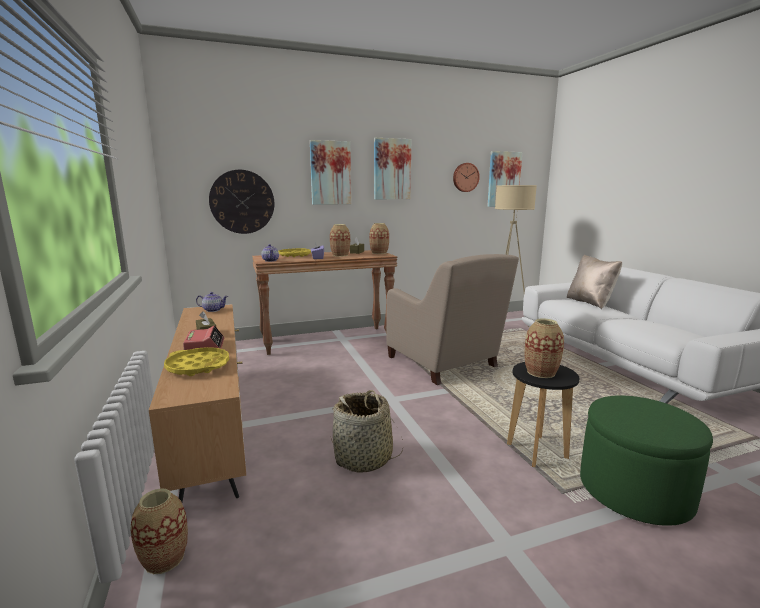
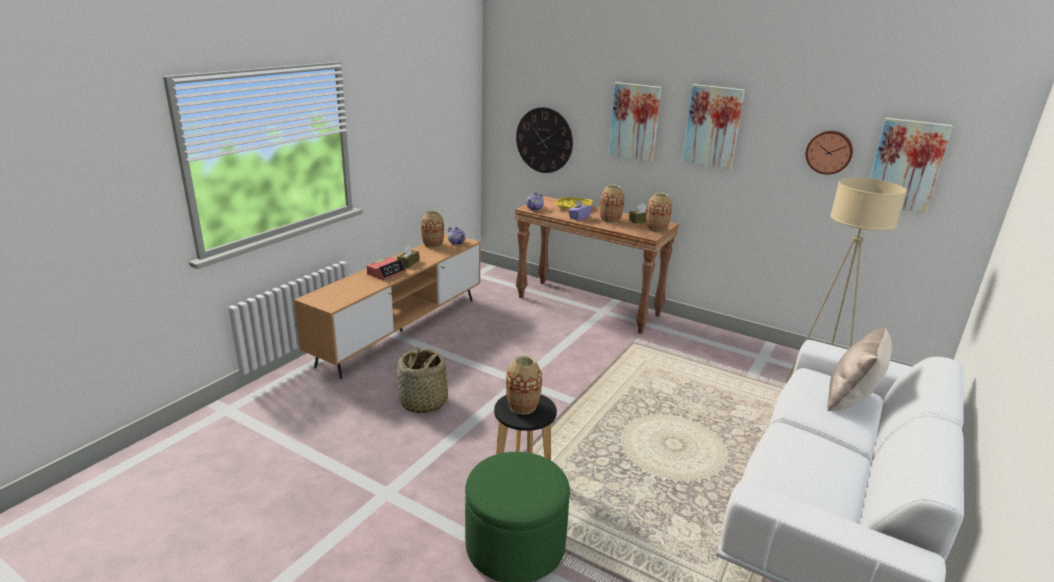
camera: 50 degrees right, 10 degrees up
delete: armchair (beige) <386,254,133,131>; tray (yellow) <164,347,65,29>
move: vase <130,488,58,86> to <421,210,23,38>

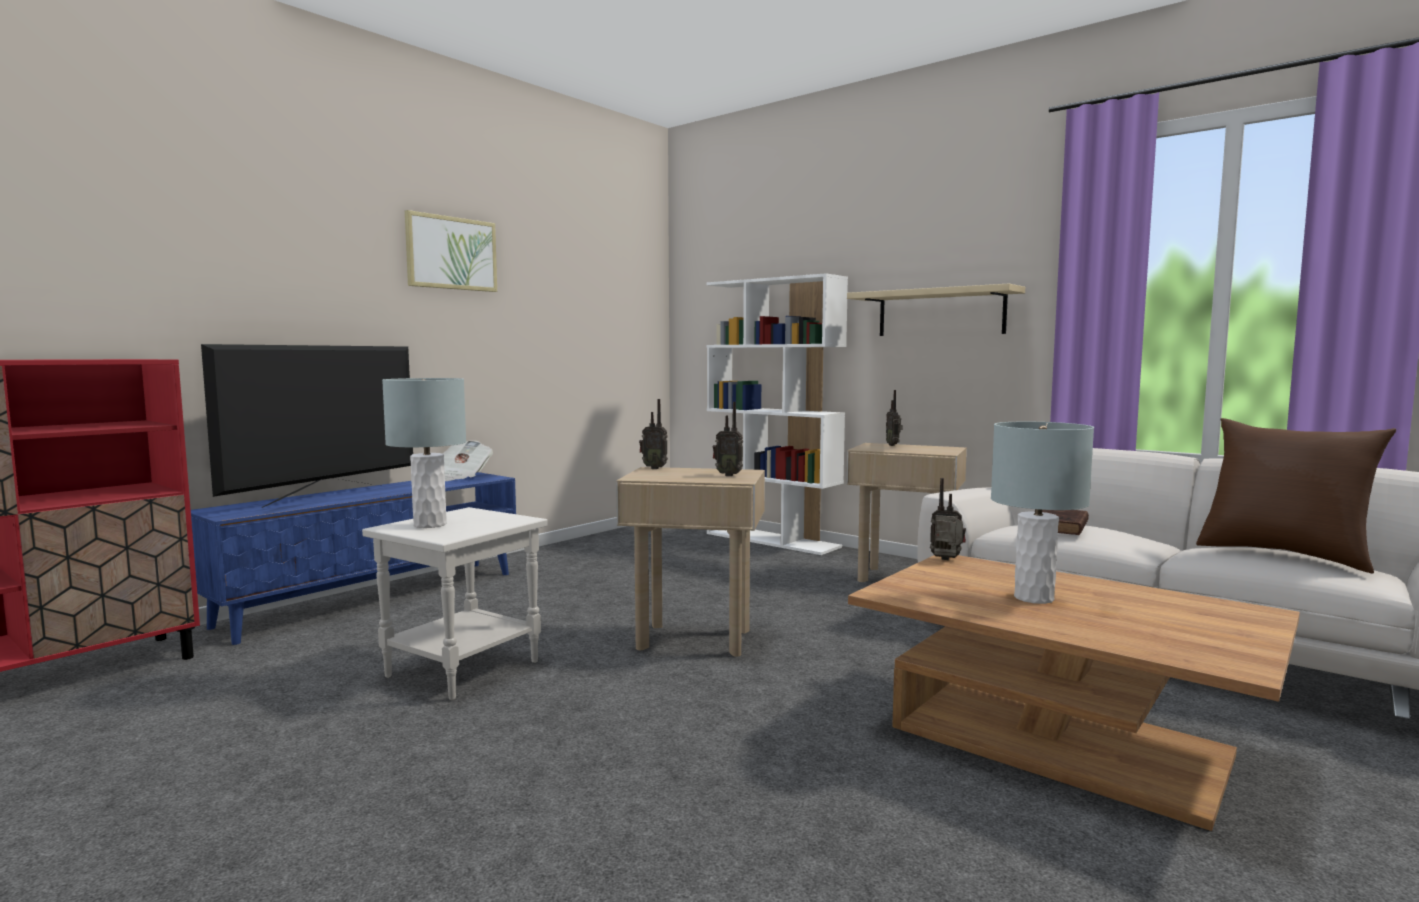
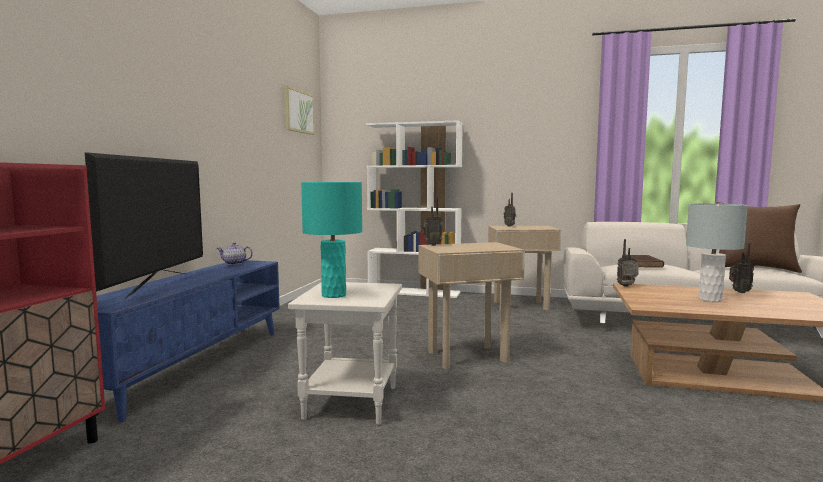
camera: 25 degrees left, 0 degrees up
delete: shelf (beige) <847,284,178,52>
move: picture <405,210,92,82> to <284,85,31,50>; radio <713,402,30,74> to <729,243,25,50>
replace: newspaper <443,440,50,41> to teapot <217,242,36,23>
recolor: table lamp (grey) <382,378,84,150> to table lamp (turquoise) <301,182,61,116>

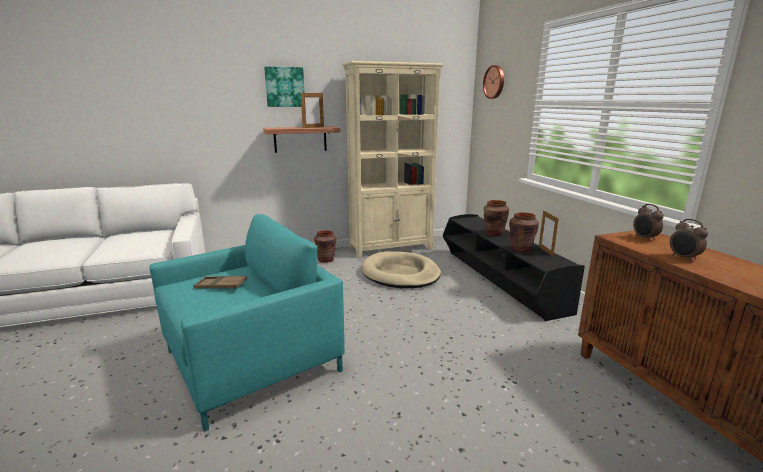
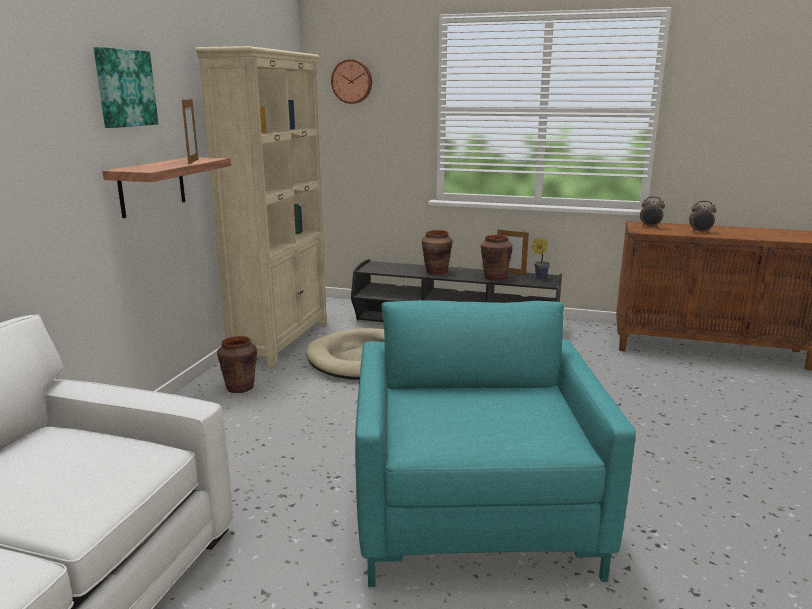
camera: 55 degrees left, 0 degrees up
delete: tray (brown) <193,276,54,13>
insert: potted plant <532,237,18,43>

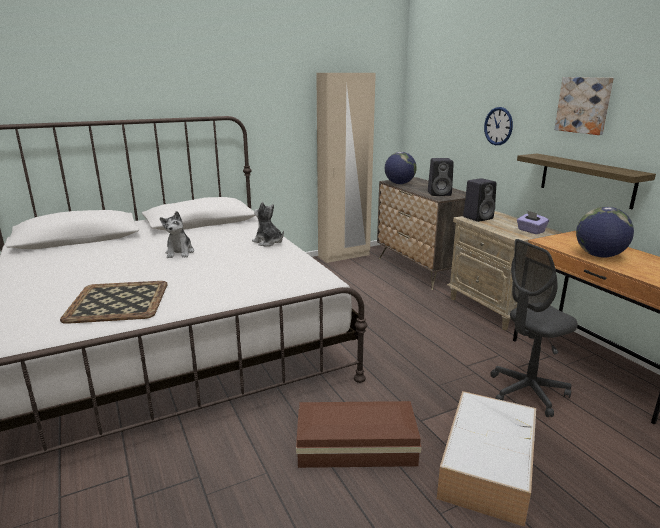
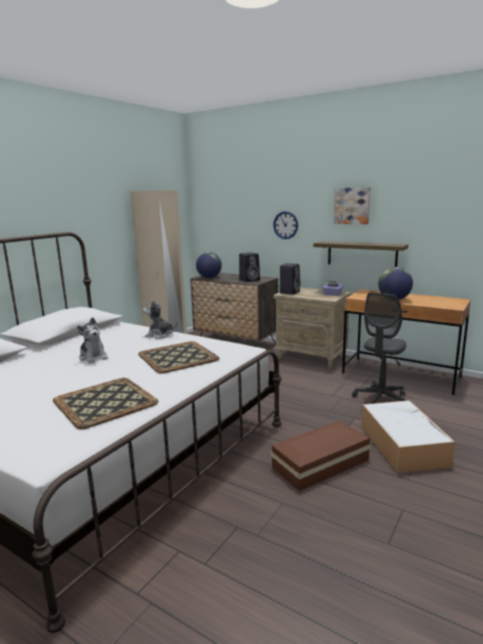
camera: 30 degrees left, 5 degrees down
insert: tray <138,341,82,33>

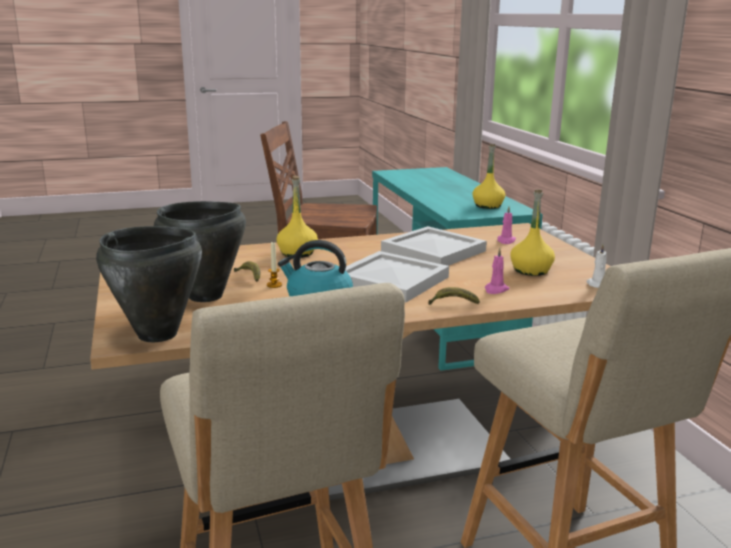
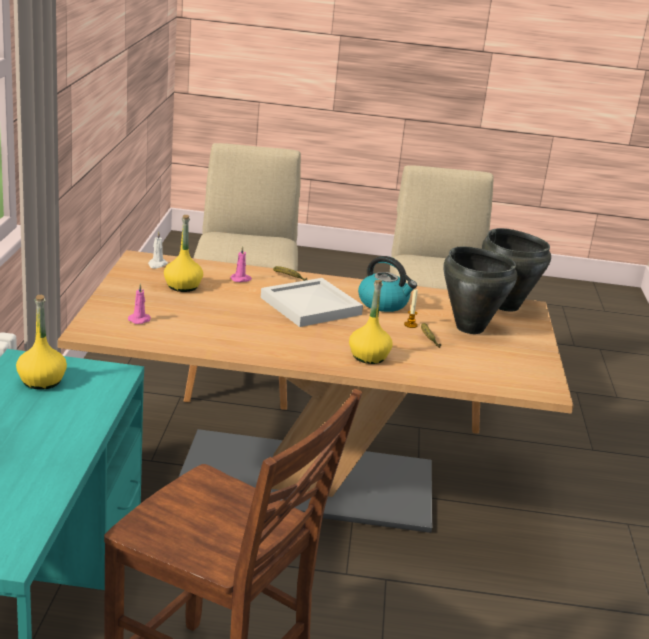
camera: 160 degrees left, 5 degrees up
delete: tray (white) <381,226,106,40>

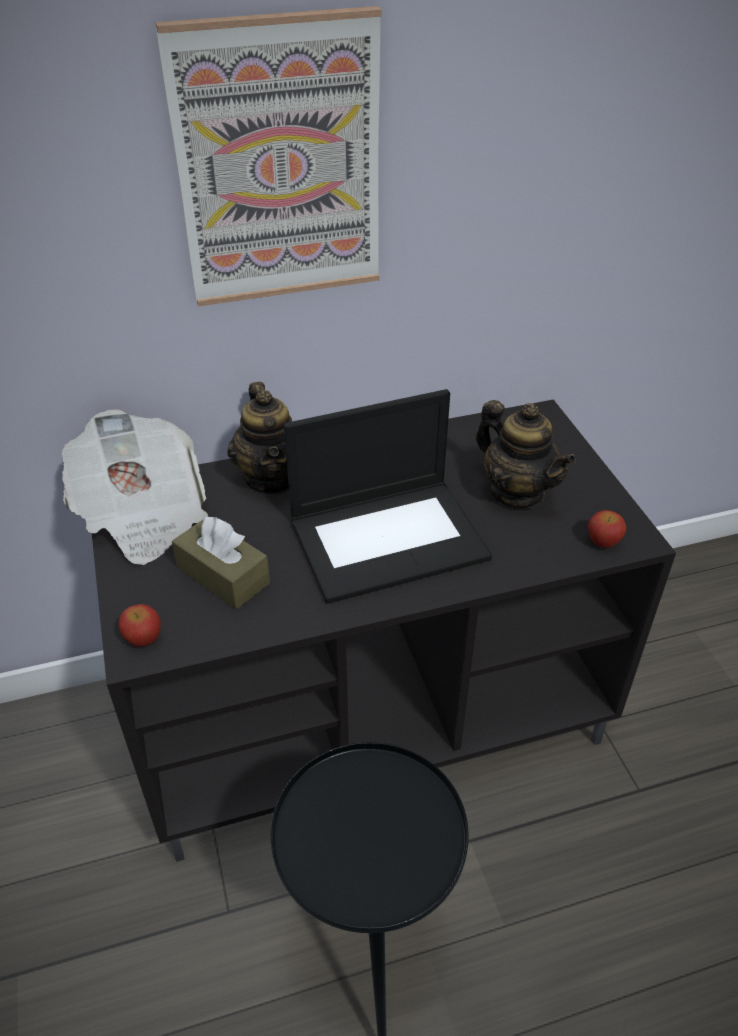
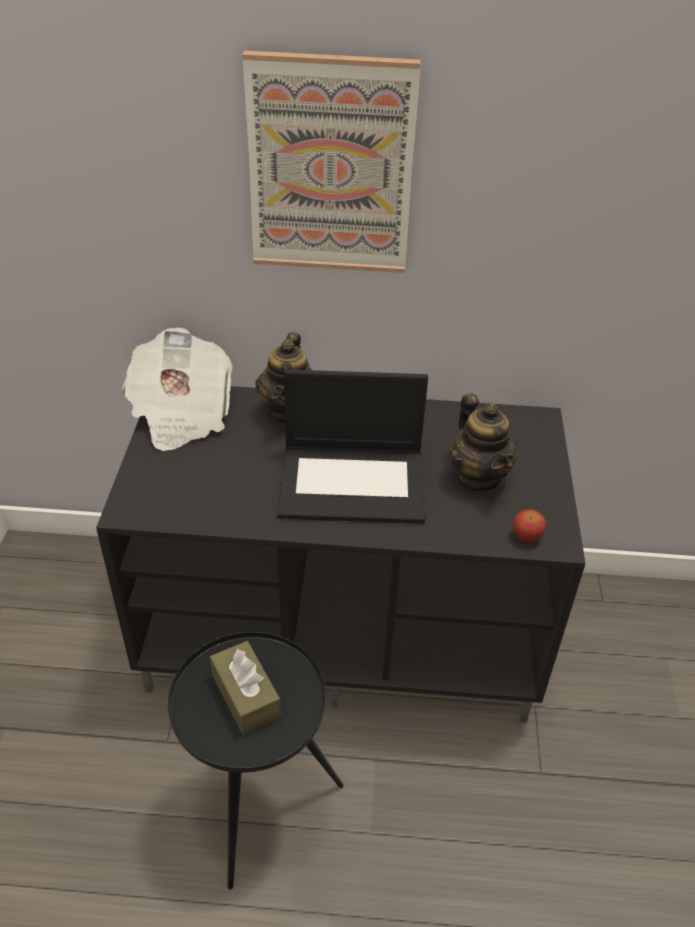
camera: 20 degrees right, 0 degrees up
delete: apple <118,604,43,43>
move: tissue box (brown) <172,517,98,92> to <210,641,71,94>

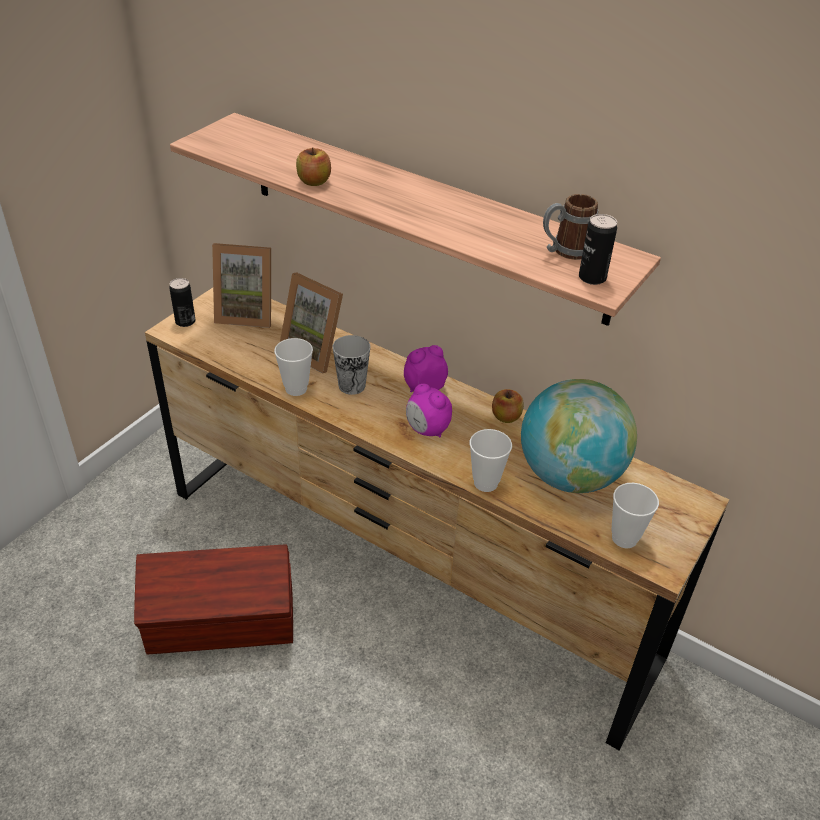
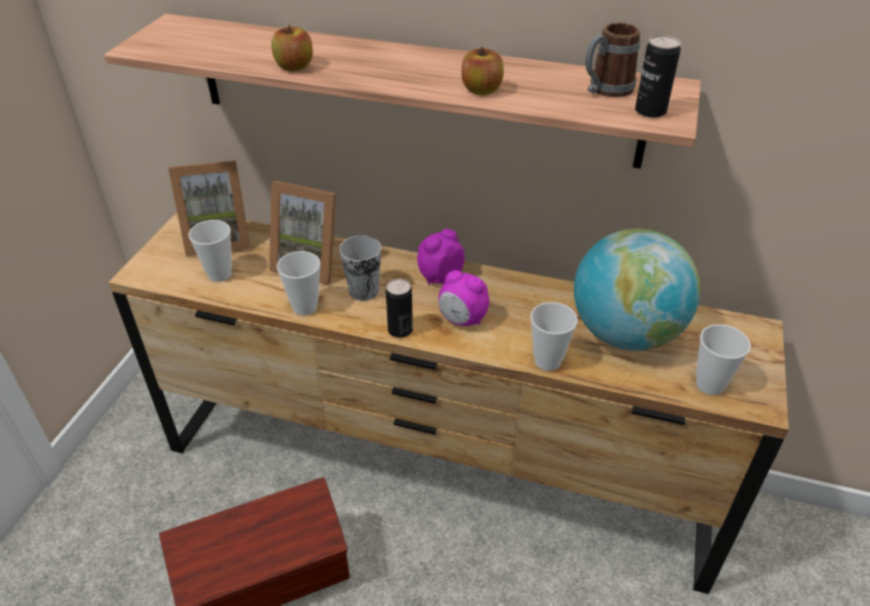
camera: 15 degrees left, 0 degrees up
insert: cup <188,220,44,62>
move: can <169,278,27,49> to <386,279,27,59>; apple <492,389,32,34> to <462,46,42,49>

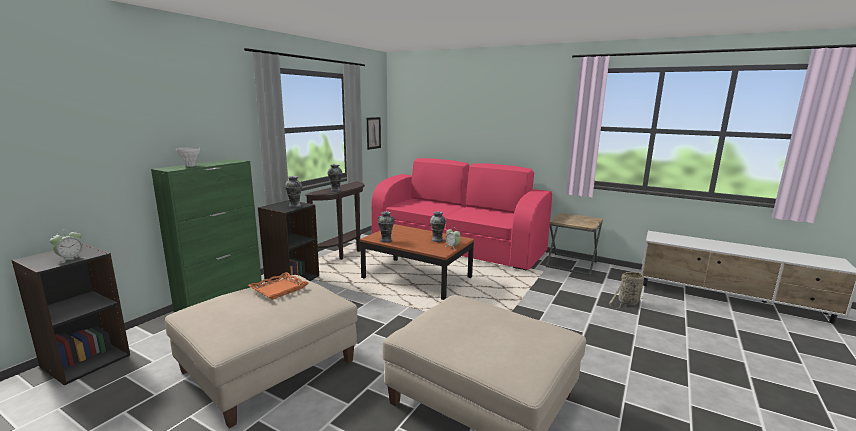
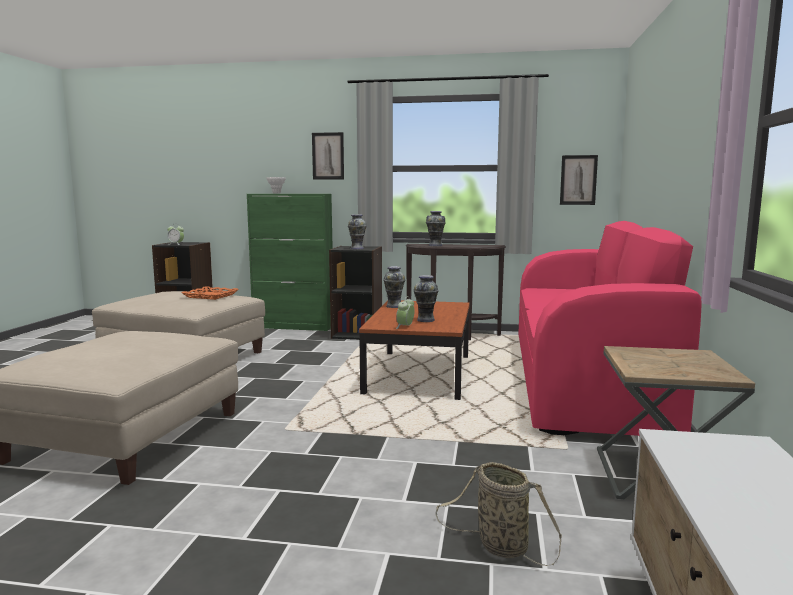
camera: 70 degrees right, 5 degrees down
insert: picture <312,132,32,48>

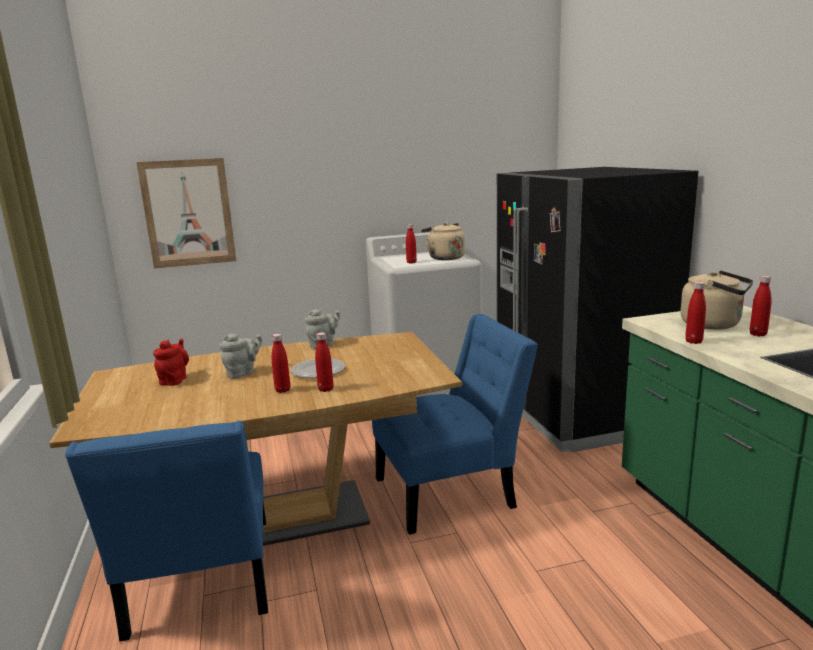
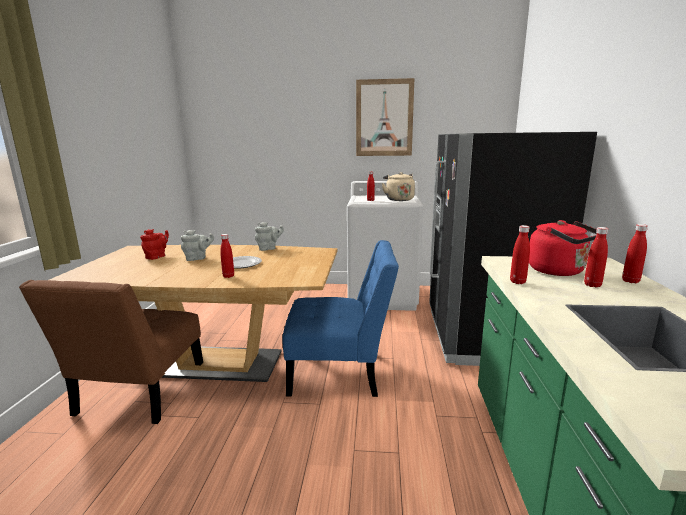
camera: 20 degrees right, 0 degrees up
move: picture <136,158,100,110> to <356,78,58,78>; bottle (red) <272,334,18,59> to <622,224,26,59>
recolor: kettle (beige) <680,271,73,59> to kettle (red) <529,220,68,56>; chair (blue) <65,421,203,221> to chair (brown) <19,280,184,144>

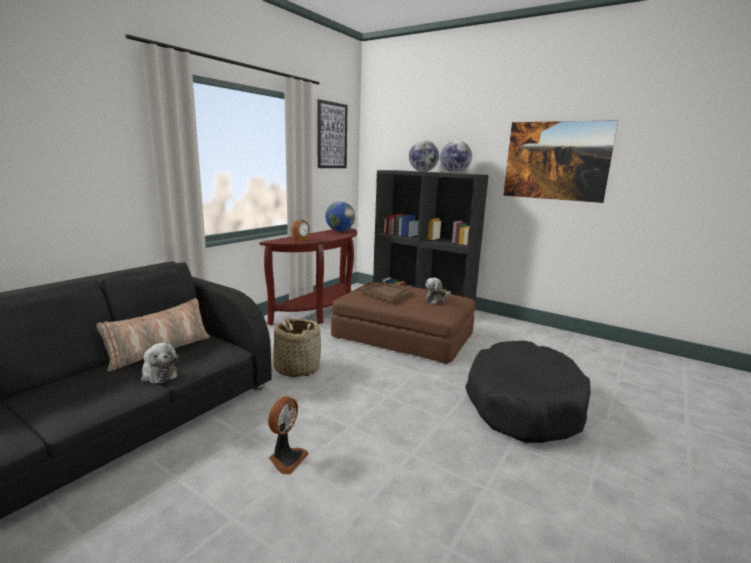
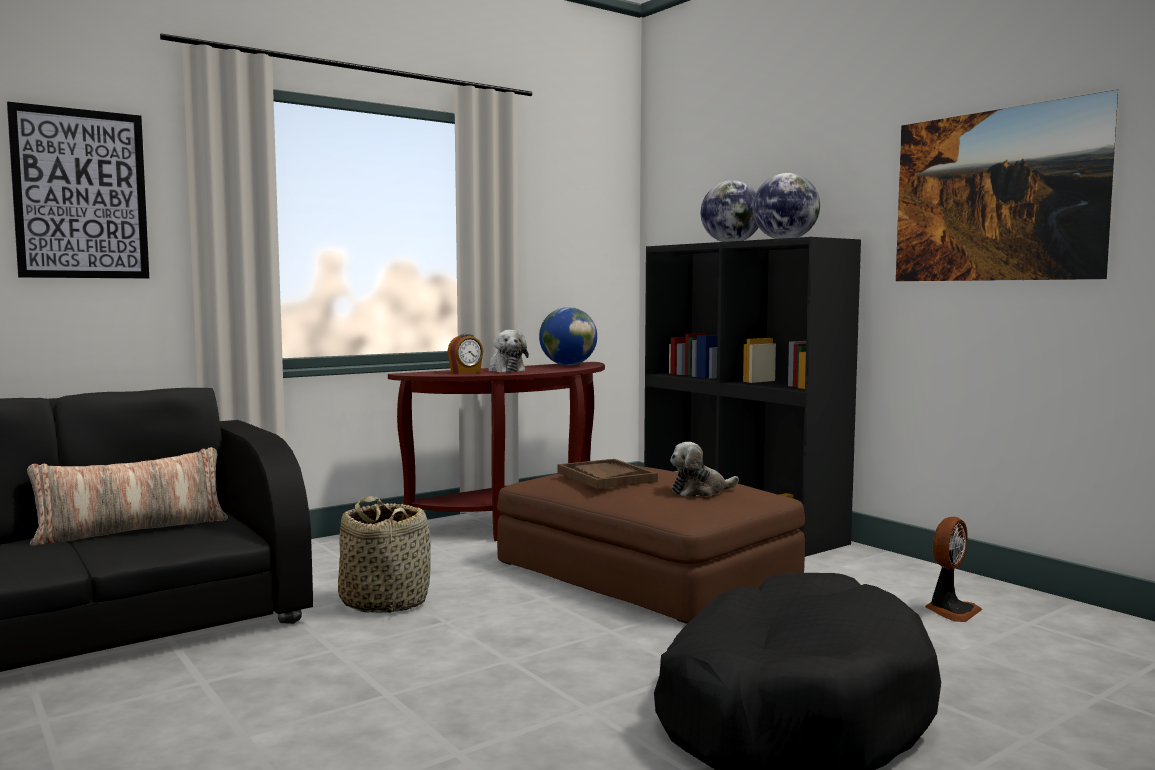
camera: 20 degrees right, 10 degrees down
move: picture <317,99,31,69> to <7,102,142,176>; plush toy <141,343,39,41> to <488,330,41,43>; fan <268,396,41,78> to <925,517,57,105>

